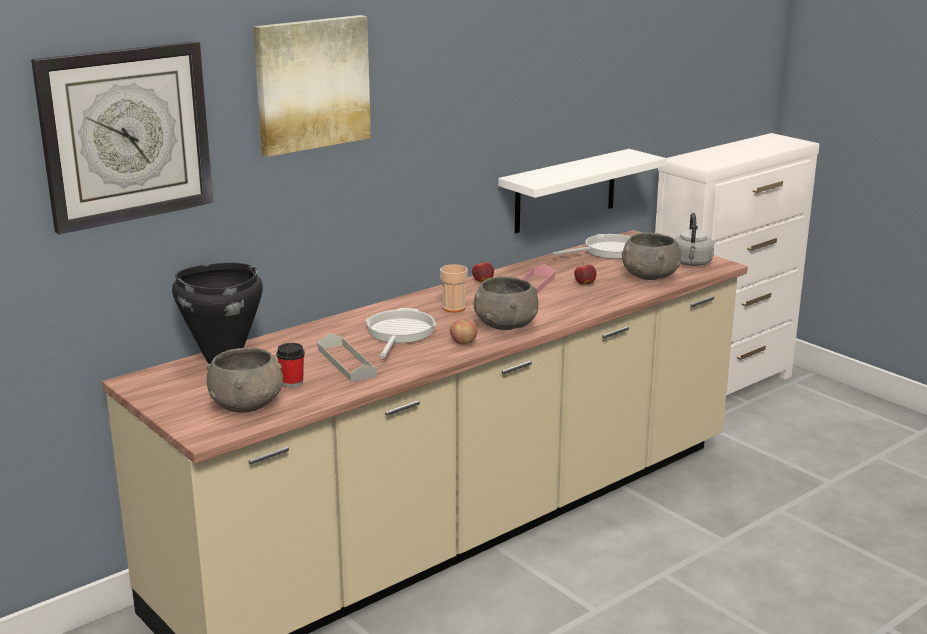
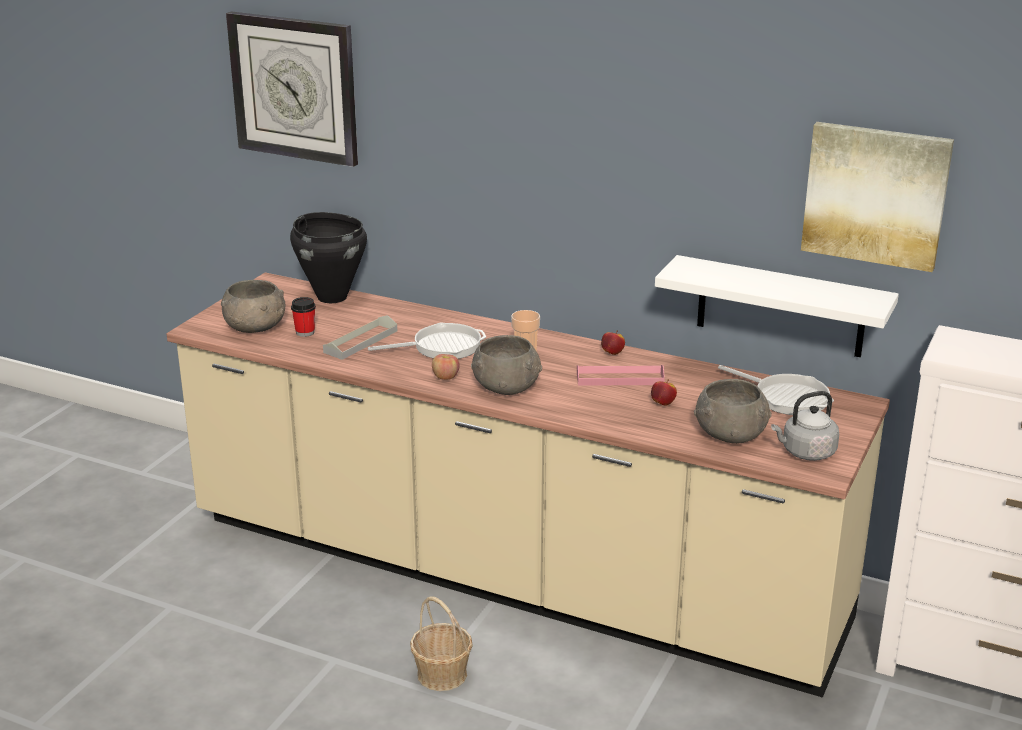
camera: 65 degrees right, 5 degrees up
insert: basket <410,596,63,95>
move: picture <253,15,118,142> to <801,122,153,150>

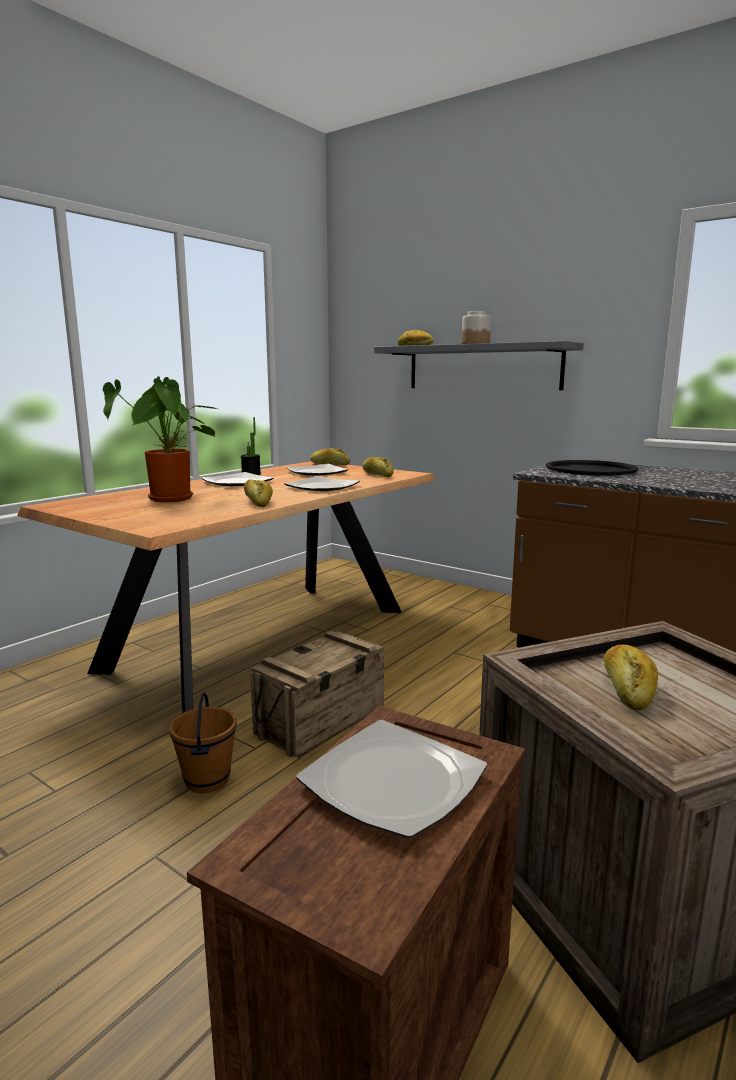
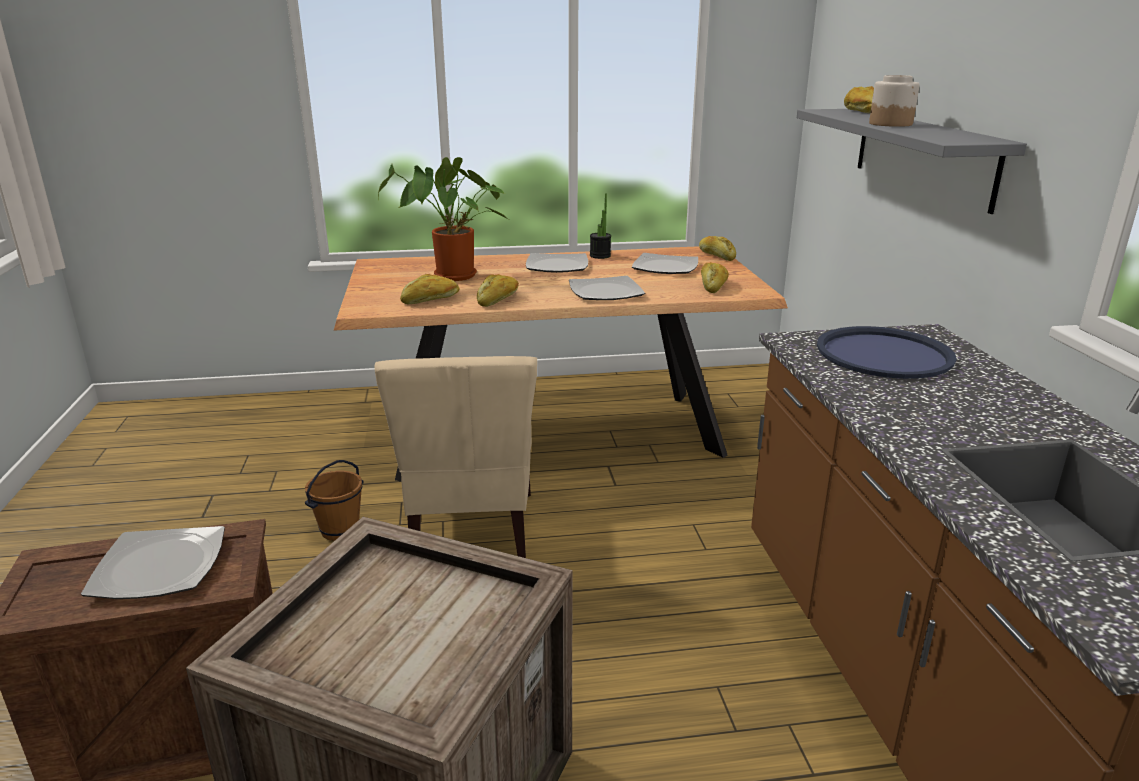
camera: 45 degrees right, 10 degrees up
move: bread <604,644,54,67> to <400,274,60,30>
replace: crate <250,631,134,127> to chair (beige) <374,356,163,202>
recolor: tray (black) <546,460,93,16> to tray (blue) <817,326,140,53>

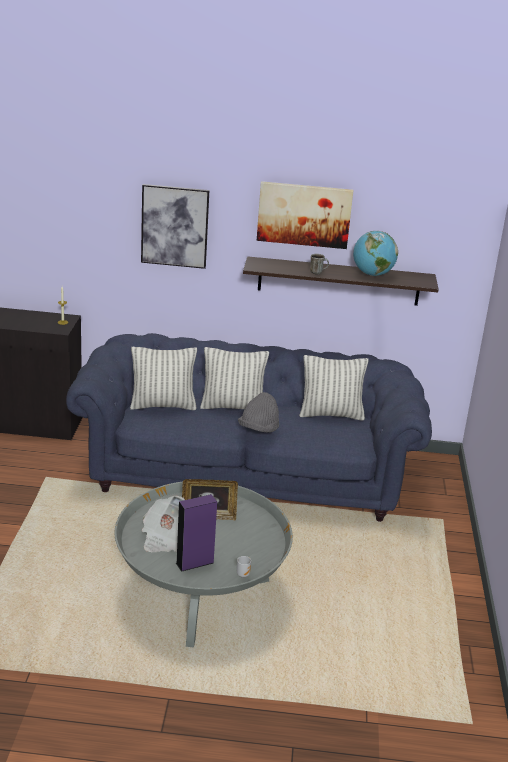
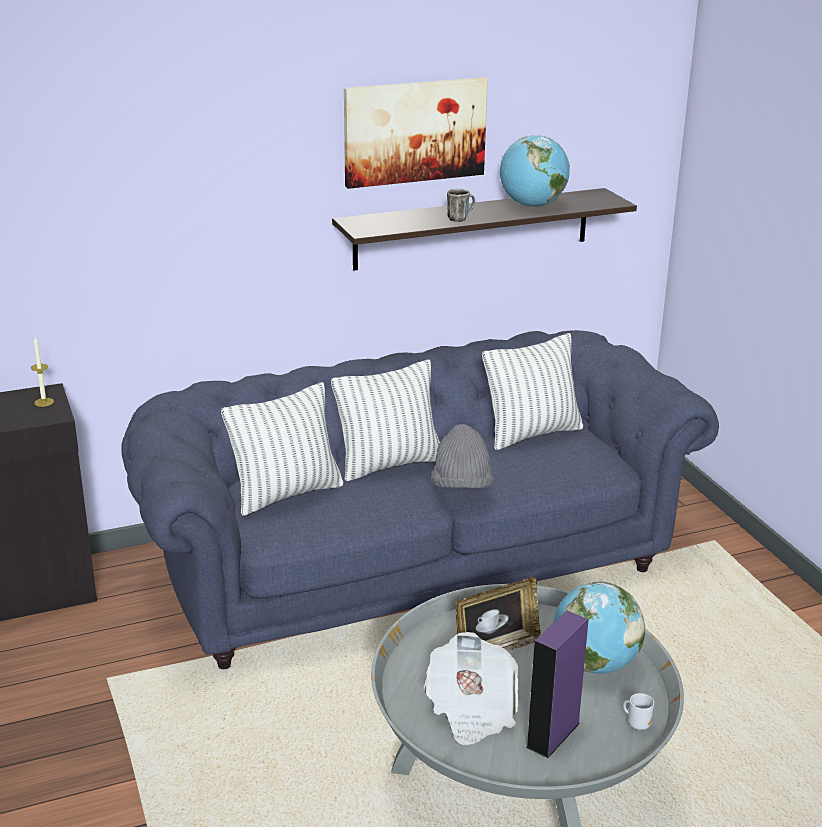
camera: 25 degrees left, 0 degrees up
delete: picture <141,184,68,85>
insert: globe <554,582,91,92>

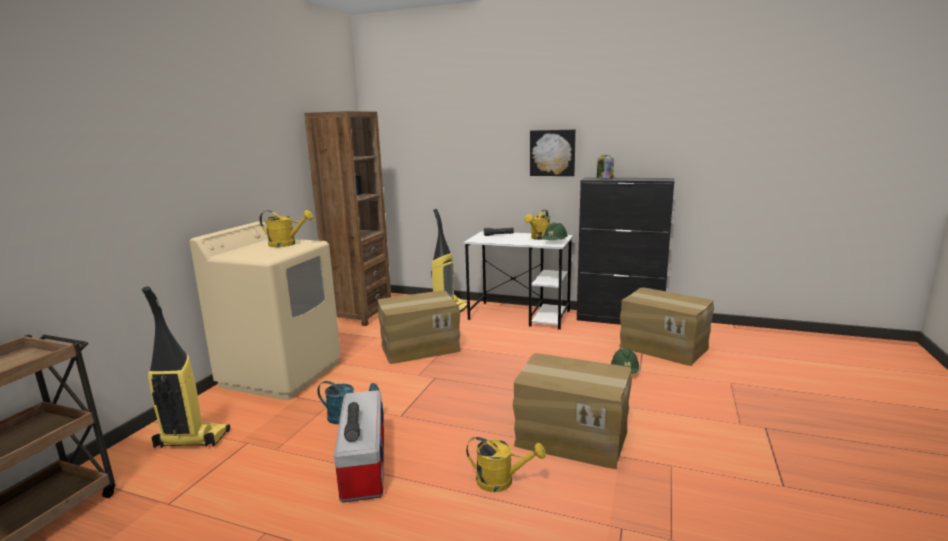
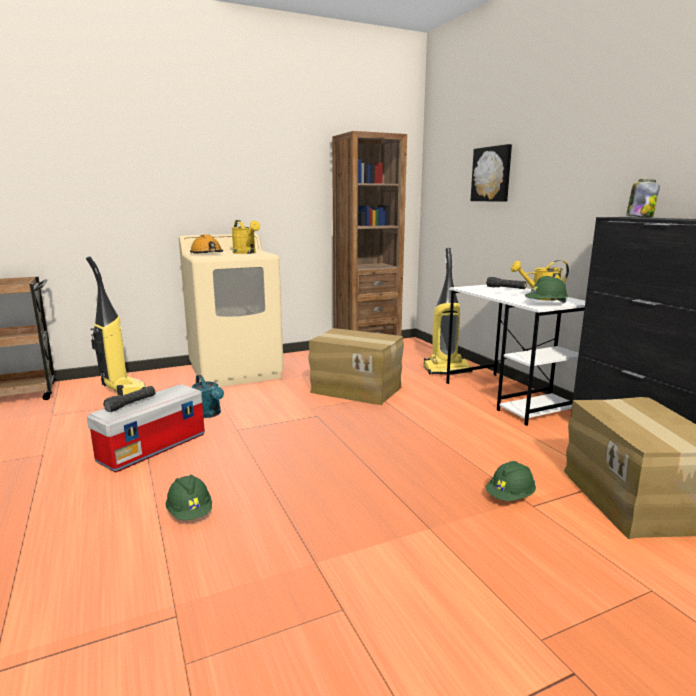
camera: 45 degrees right, 0 degrees up
delete: cardboard box <513,353,119,116>
insert: hard hat (orange) <190,234,33,19>
move: picture <530,129,46,47> to <470,144,42,57>
replace: watering can (yellow) <466,437,79,55> to hard hat (green) <165,475,47,45>

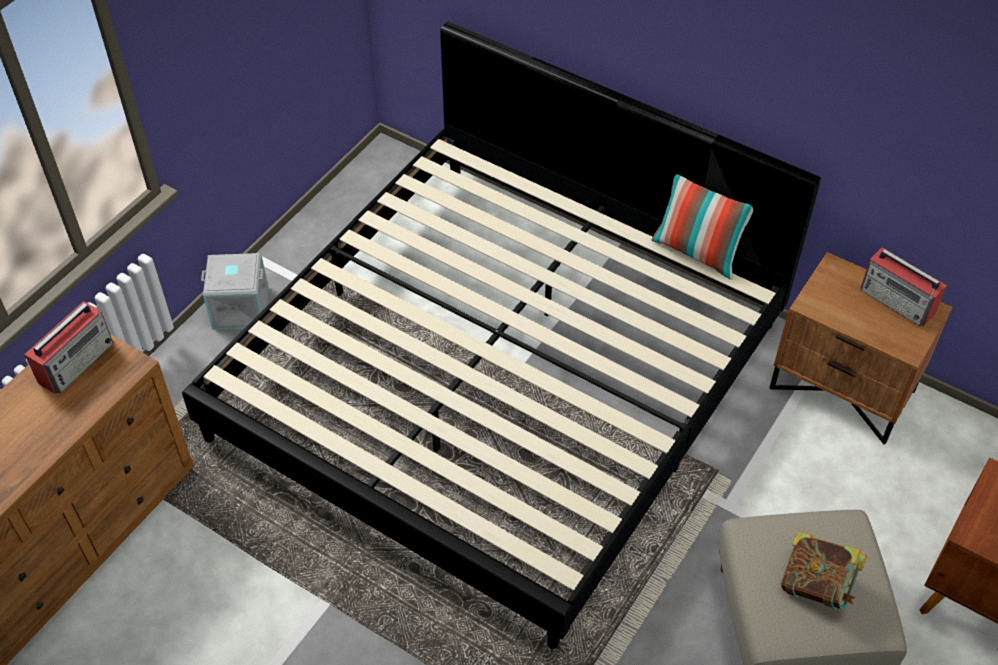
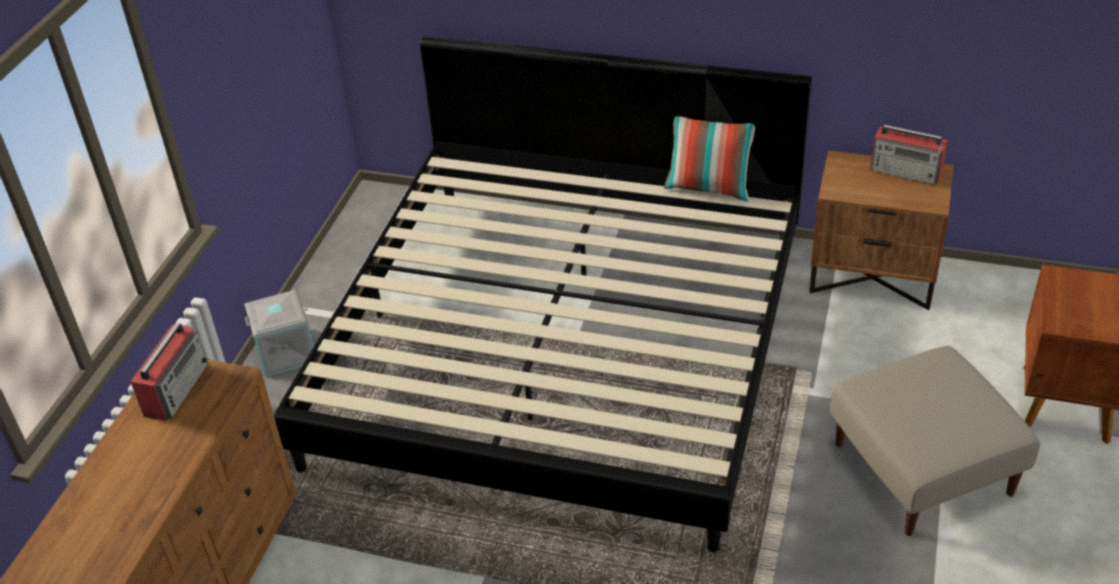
camera: 15 degrees left, 10 degrees down
delete: book <781,531,86,78>

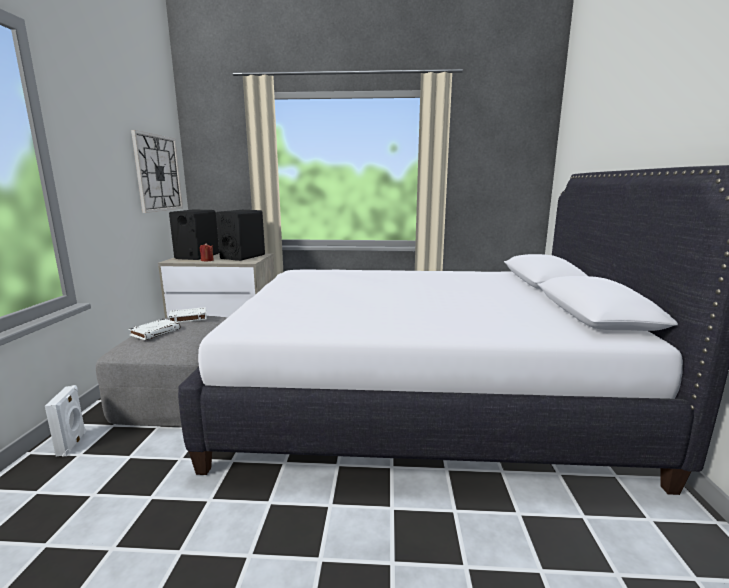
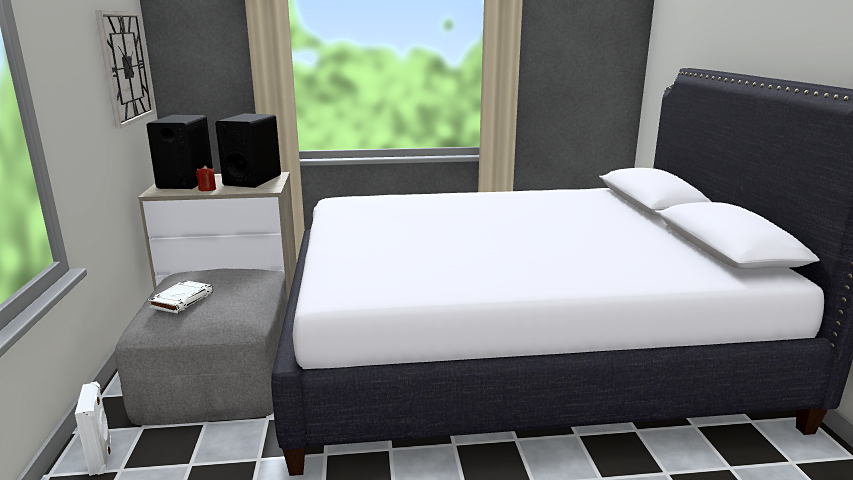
camera: 10 degrees left, 5 degrees up
delete: book (white) <168,307,38,15>

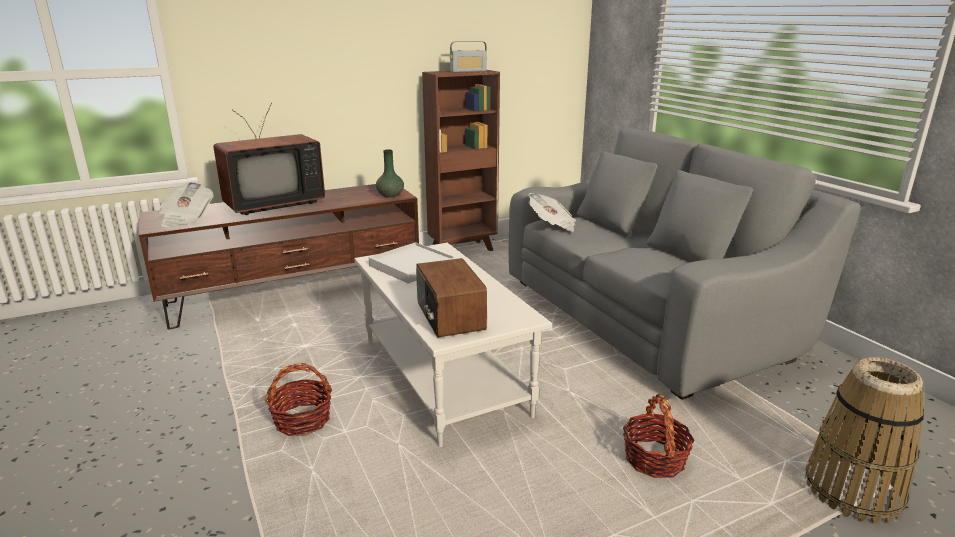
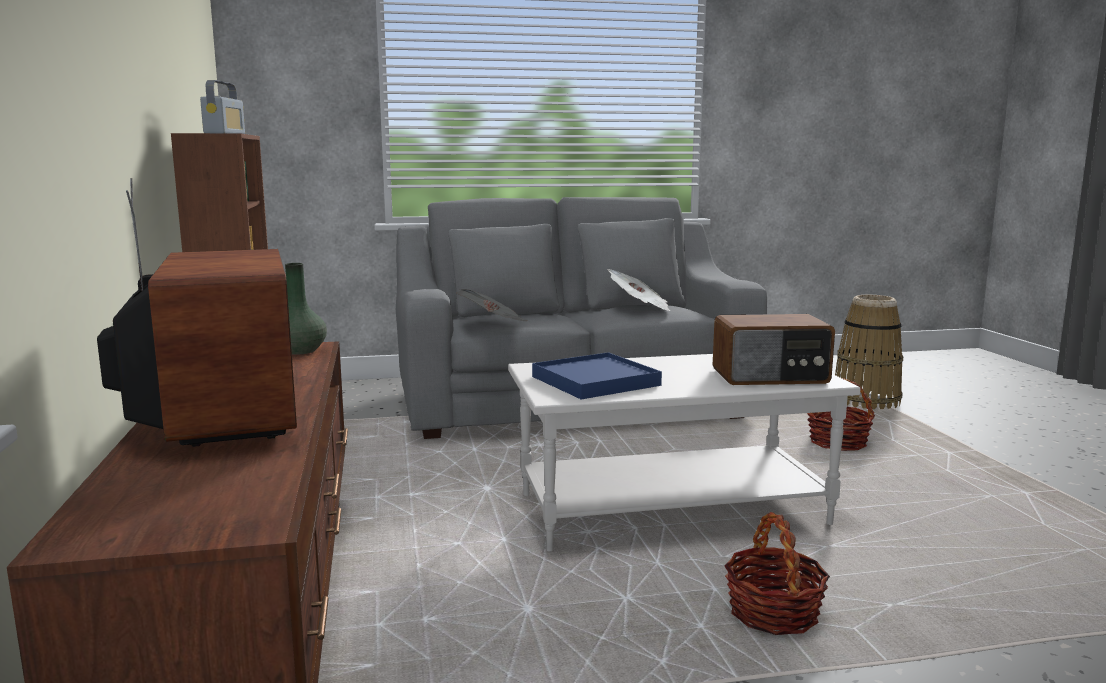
camera: 75 degrees left, 10 degrees down
move: newspaper <159,182,55,45> to <607,269,63,42>
recolor: tray (white) <369,242,86,42> to tray (blue) <532,352,130,47>

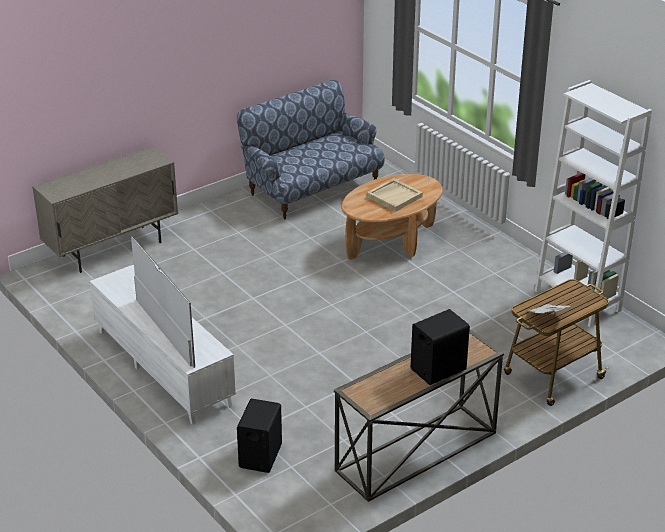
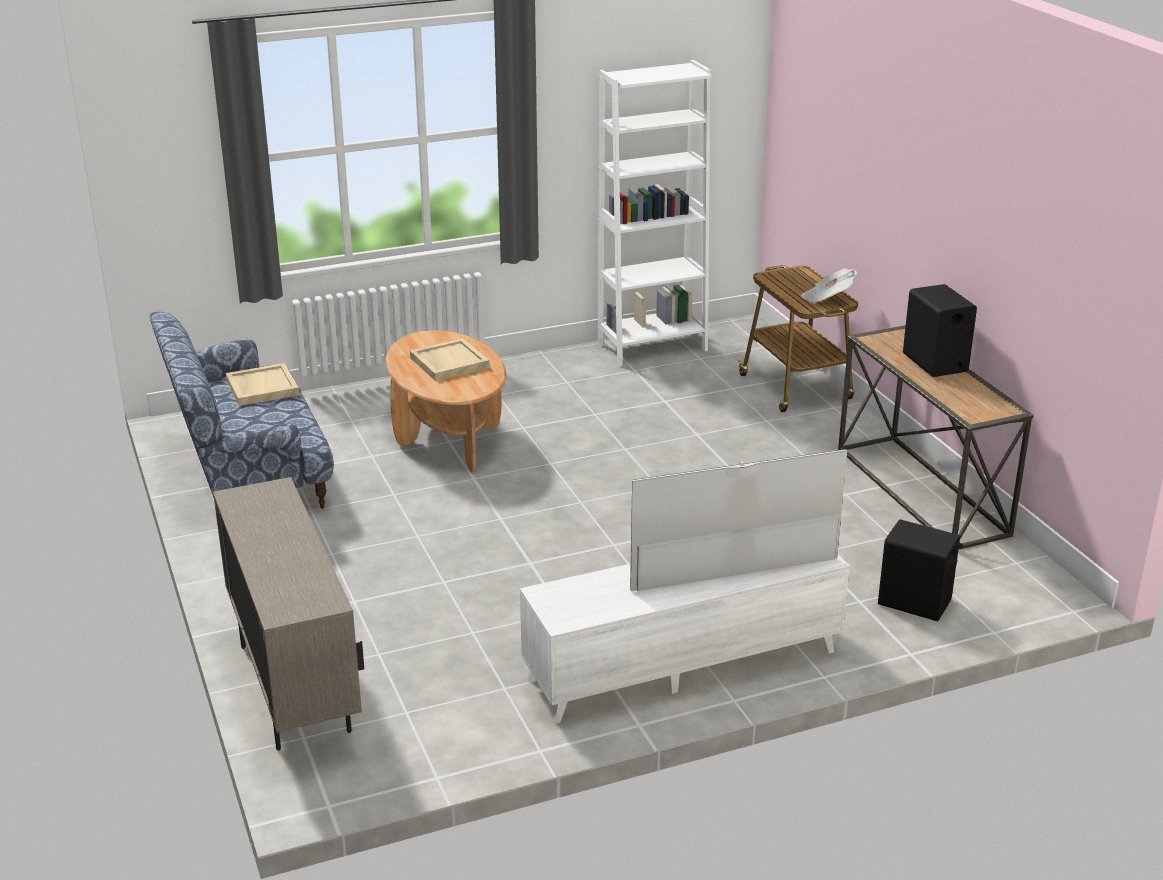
camera: 75 degrees left, 5 degrees down
insert: tray (beige) <226,363,73,43>

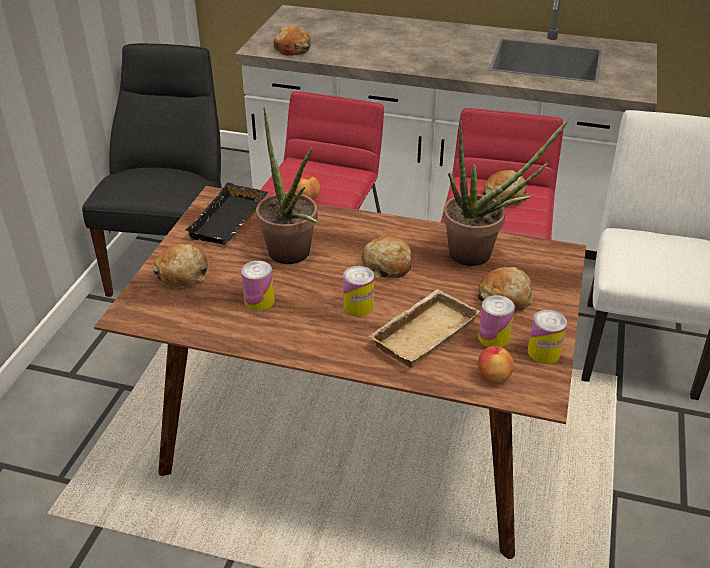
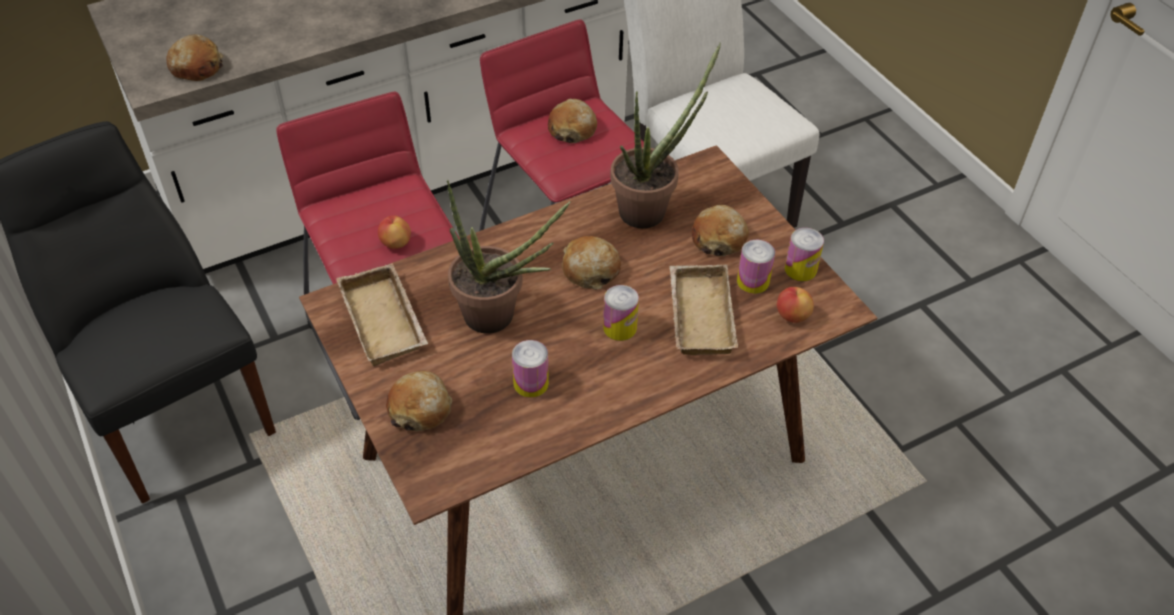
camera: 45 degrees left, 10 degrees up
recolor: tray (black) <185,182,83,63> to tray (beige) <336,263,92,103>

